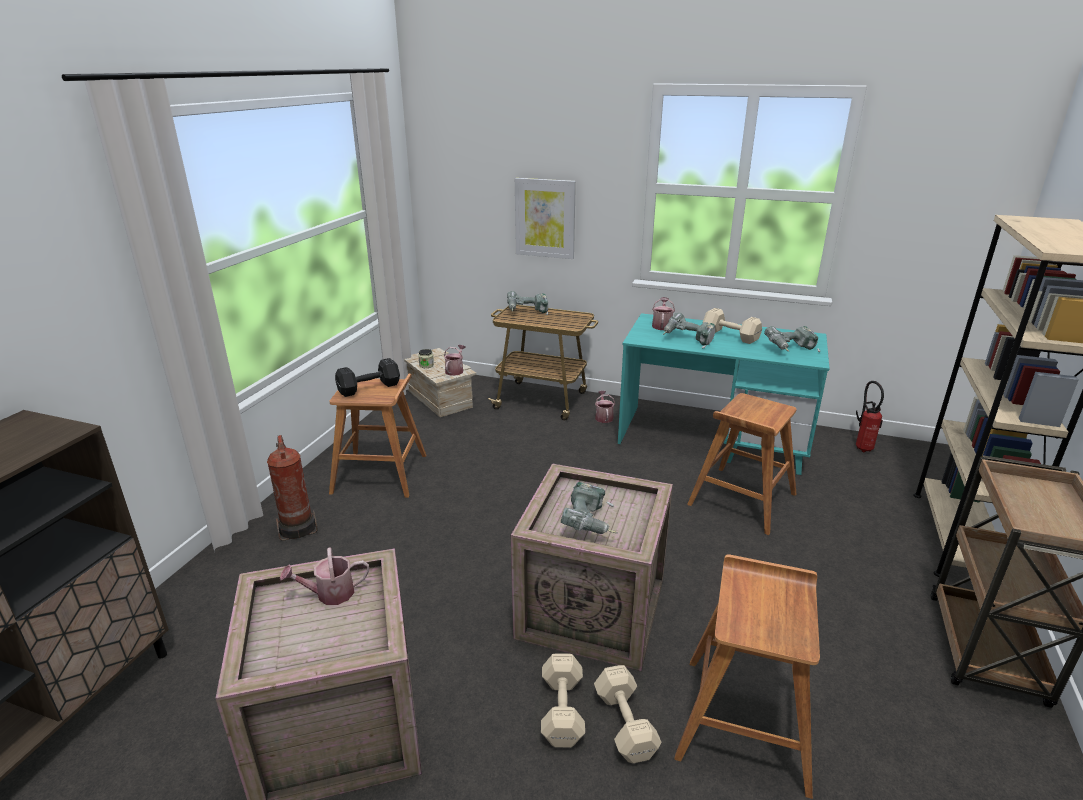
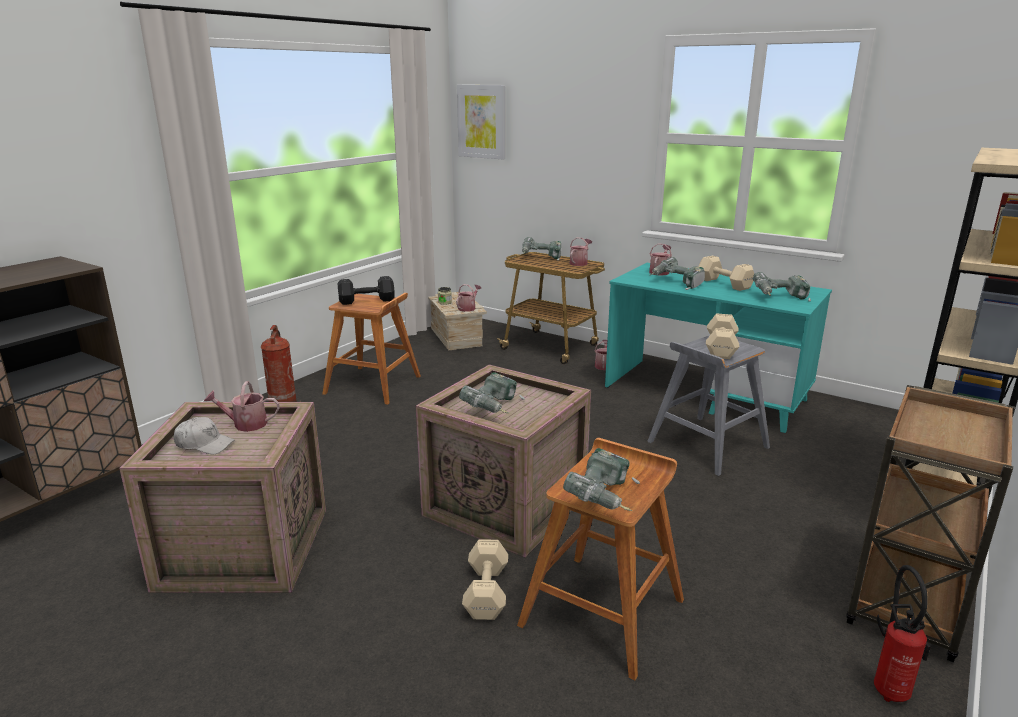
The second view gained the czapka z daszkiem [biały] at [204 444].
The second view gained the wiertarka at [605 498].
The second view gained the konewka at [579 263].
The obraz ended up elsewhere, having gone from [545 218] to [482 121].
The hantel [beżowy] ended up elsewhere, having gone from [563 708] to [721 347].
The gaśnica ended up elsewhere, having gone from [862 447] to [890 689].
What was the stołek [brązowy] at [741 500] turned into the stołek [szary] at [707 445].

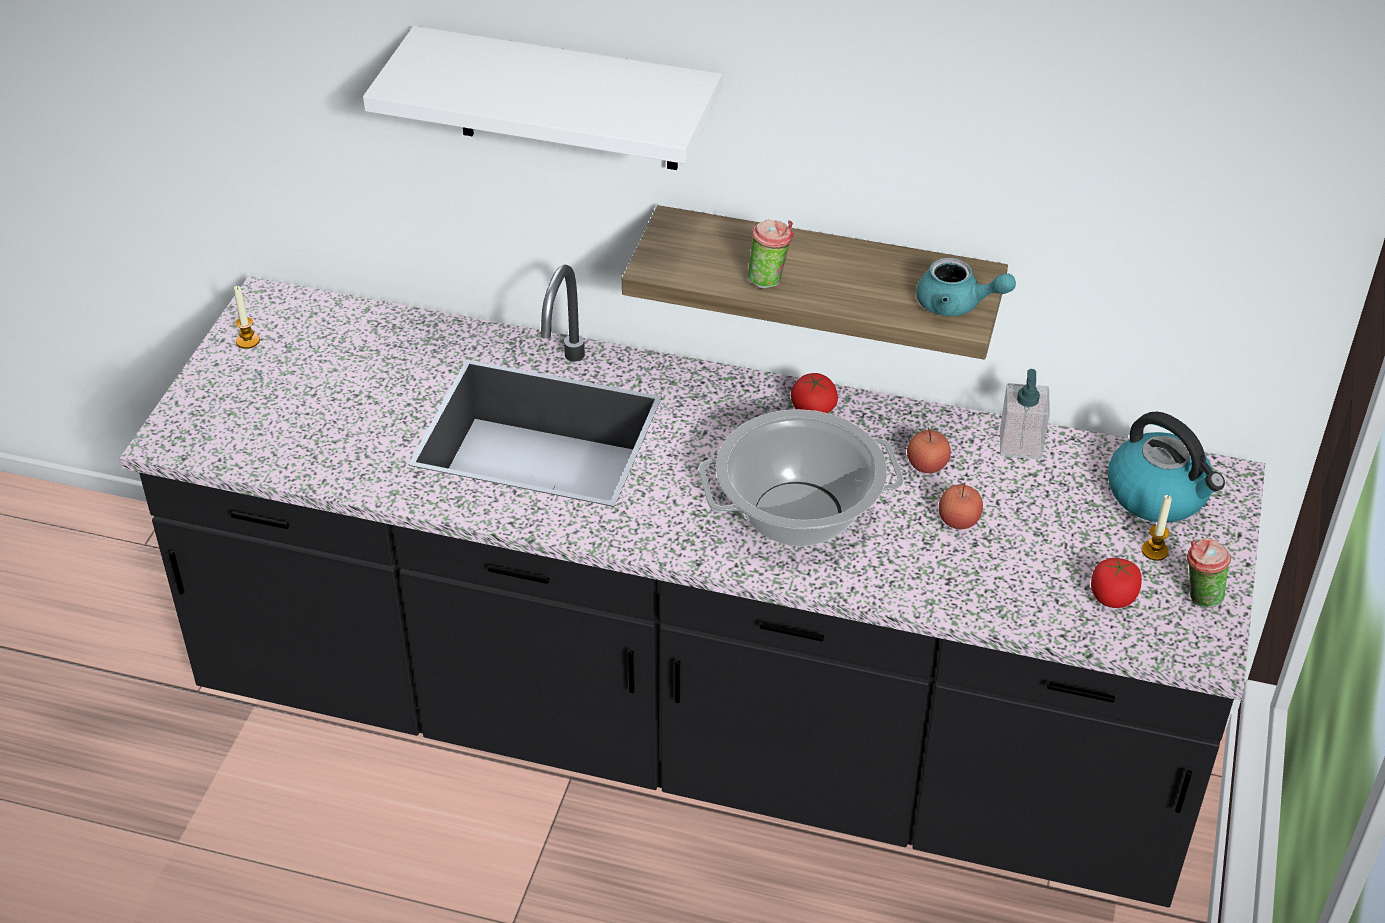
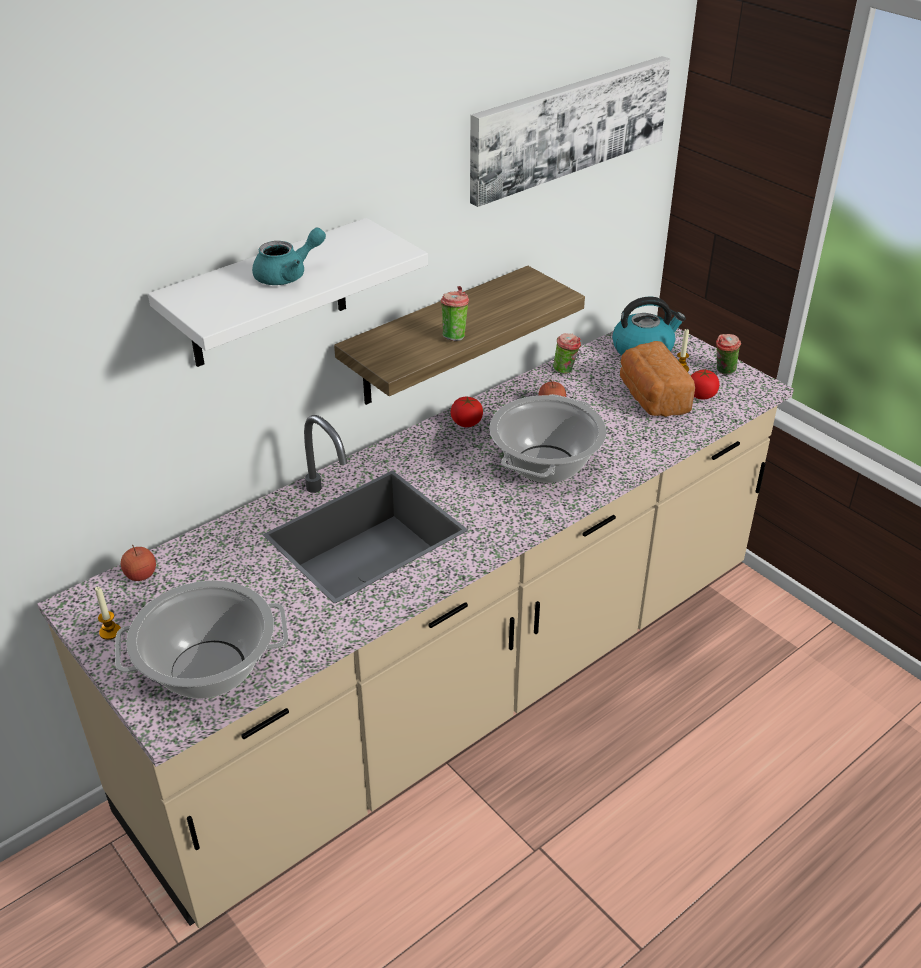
The second view gained the garnek at [209 669].
The second view gained the obraz at [568 126].
The second view gained the chleb at [651 398].
The imbryk [turkusowy] ended up elsewhere, having gone from [957 305] to [288 275].
The jabłko ended up elsewhere, having gone from [958 521] to [141 575].
Where the dozownik mydła stood at [1020 444], the filiżanka came to stand at [566 371].
What was the zabudowa kuchenna [czarny] at [691 729] turned into the zabudowa kuchenna [beżowy] at [460 687].

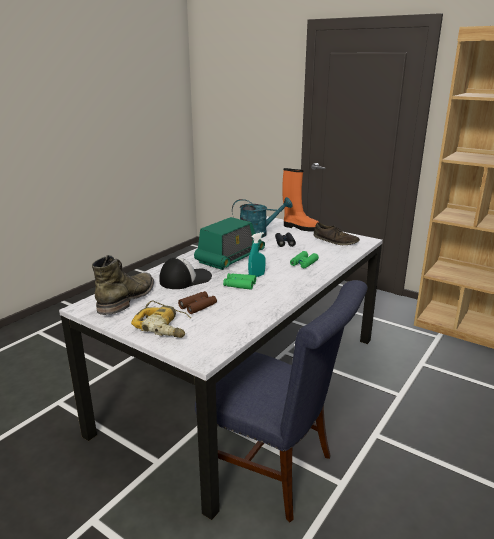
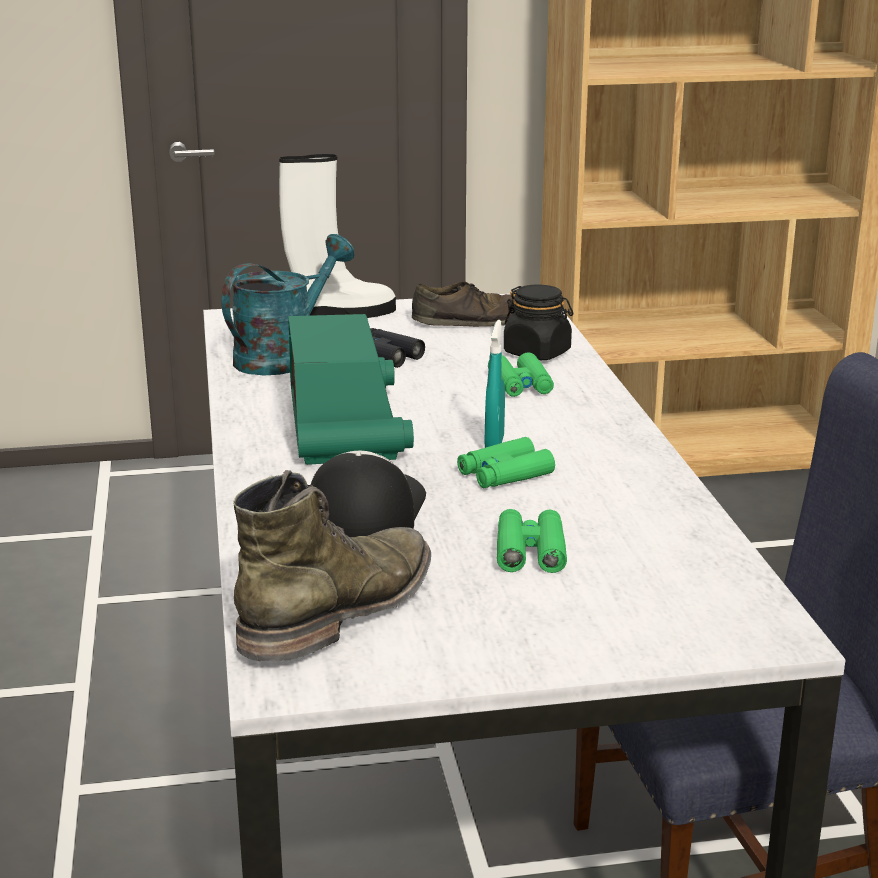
The second view lost the wiertarka at [164 326].
The second view gained the słoik [czarny] at [537 353].
What was the lornetka [brązowy] at [198 306] turned into the lornetka [zielony] at [530 551].
What was the but z cholewką [pomarańczowy] at [300 227] turned into the but z cholewką [biały] at [340 314].
The but z cholewką [zielony] at [128 298] ended up facing another way, 60 degrees clockwise from before.

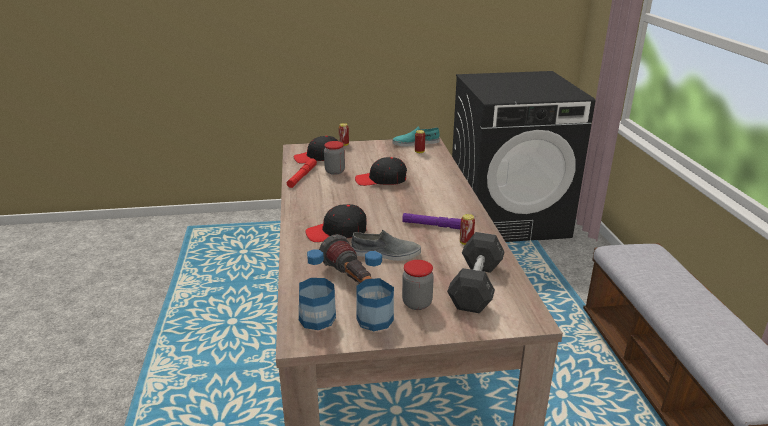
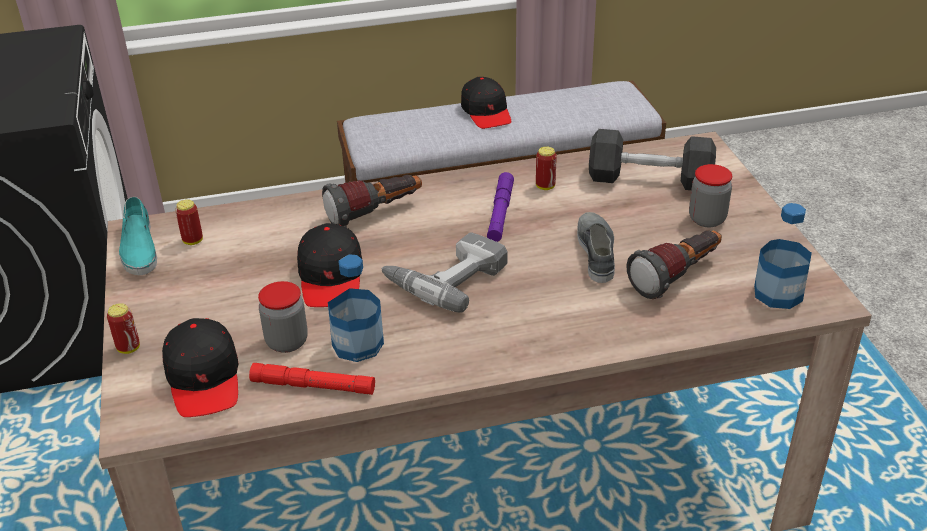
The second view gained the latarka at [375 214].
The second view gained the wiertarka at [445 277].
The czapka z daszkiem [czarny] ended up elsewhere, having gone from [337 232] to [486 112].
The butelka ended up elsewhere, having gone from [375 319] to [357 344].

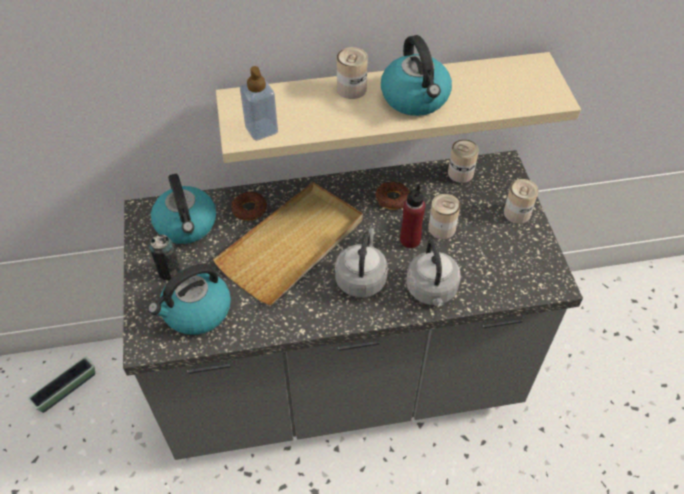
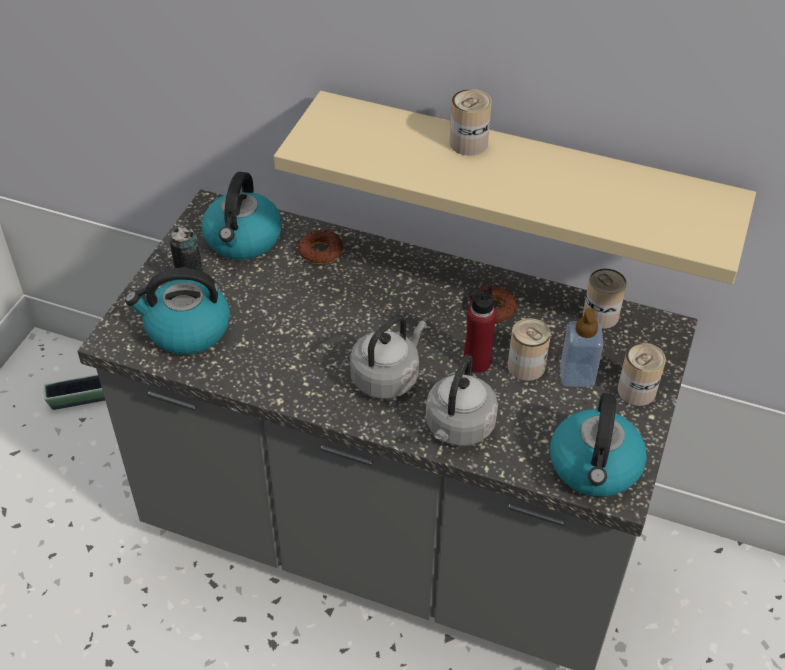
The second view lost the taca [beżowy] at [293 245].
The dozownik mydła ended up elsewhere, having gone from [261 130] to [577 375].
The czajnik ended up elsewhere, having gone from [415 98] to [595 467].

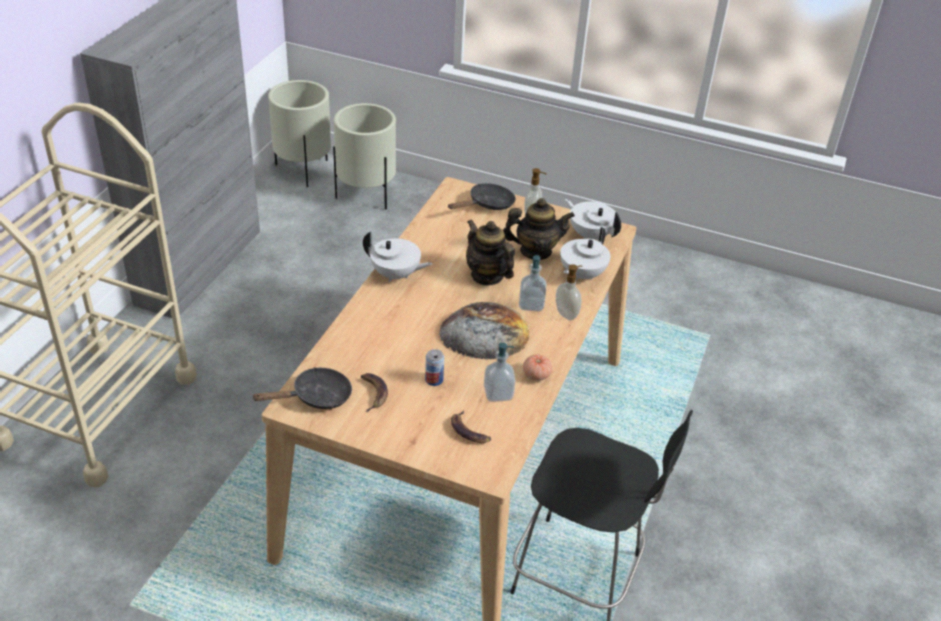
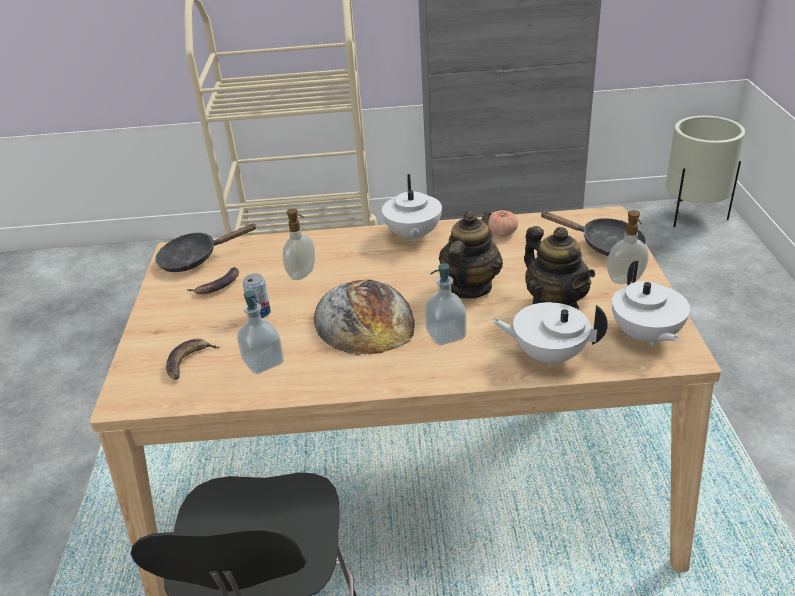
The second view lost the donica [beżowy] at [366 195].
The pomidor ended up elsewhere, having gone from [536 375] to [502 233].
The dozownik mydła ended up elsewhere, having gone from [567 314] to [303 274].
The patelnia [czarny] at [316 397] ended up facing another way, 120 degrees clockwise from before.
The imbryk [biały] at [590 234] ended up facing another way, 150 degrees clockwise from before.

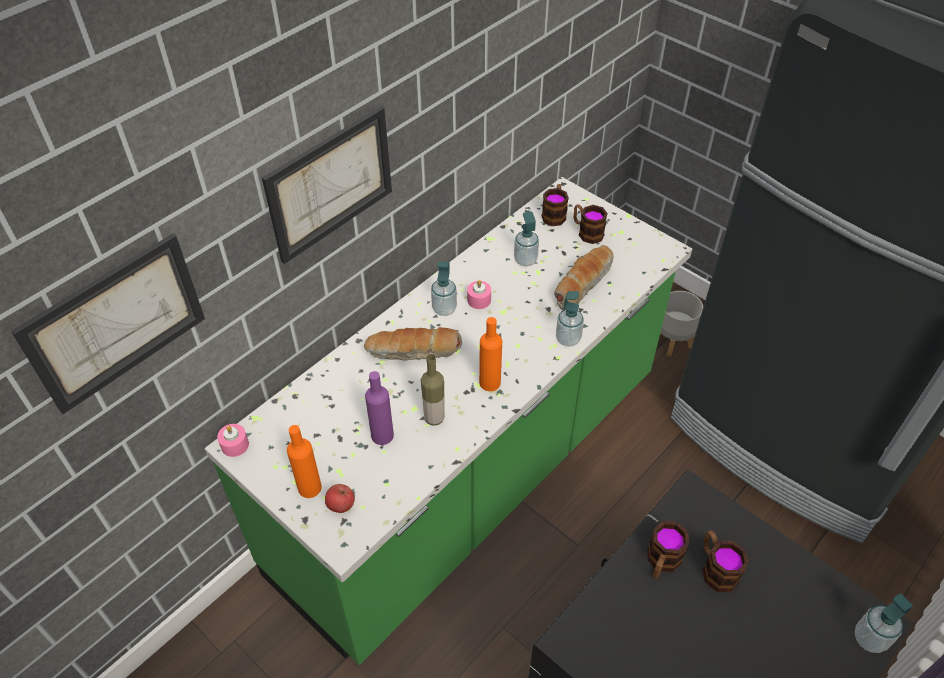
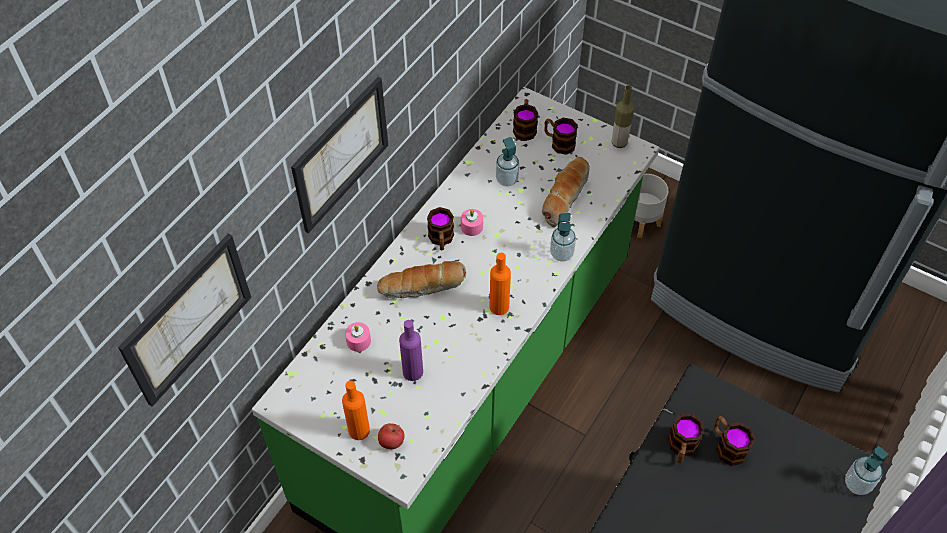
The świeca [różowy] ended up elsewhere, having gone from [235 445] to [358 341].
The butelka ended up elsewhere, having gone from [434 418] to [619 143].
Where the dozownik mydła stood at [444 309], the kubek came to stand at [441 240].

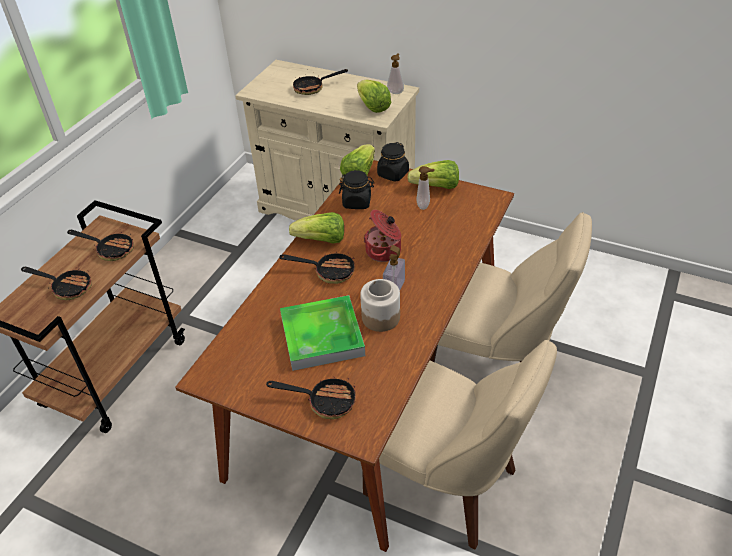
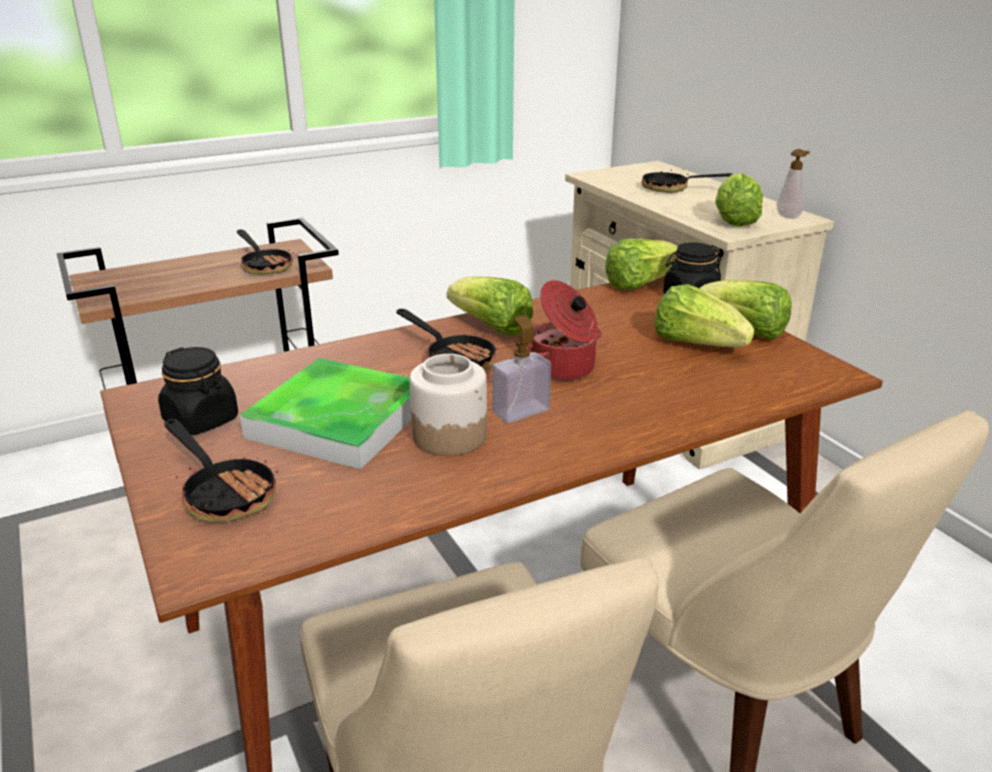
The second view lost the patelnia at [67 287].
The słoik [czarny] ended up elsewhere, having gone from [357 202] to [202 420].
Where the dozownik mydła stood at [424 206], the sałata came to stand at [696 344].

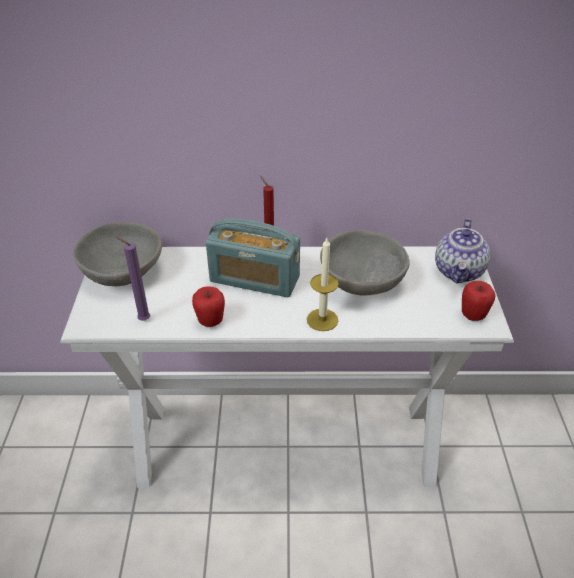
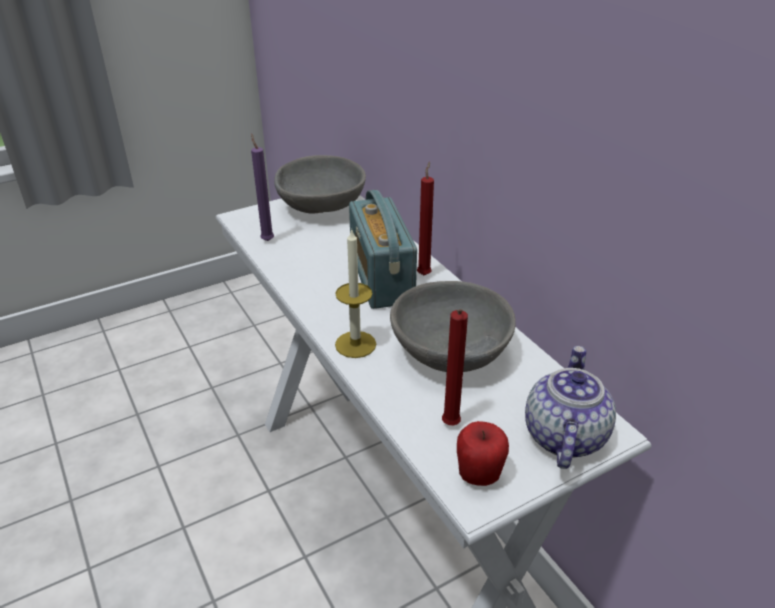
The second view lost the jabłko at [210 321].
The second view gained the świeca [czerwony] at [449 426].
The imbryk at [459 272] ended up facing another way, 120 degrees clockwise from before.

